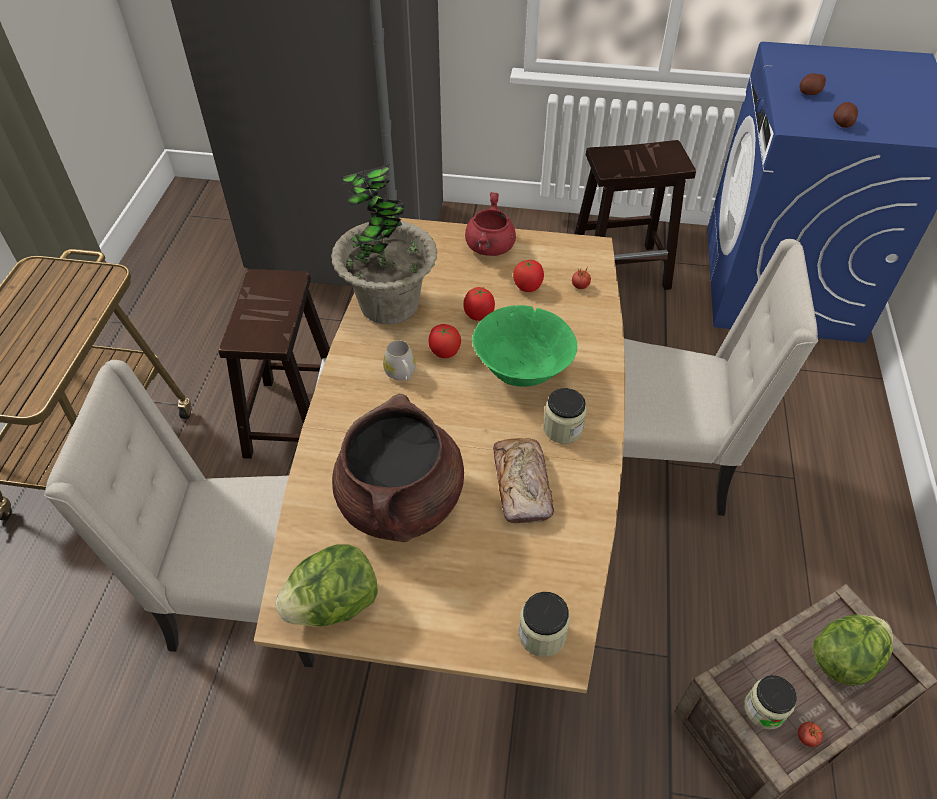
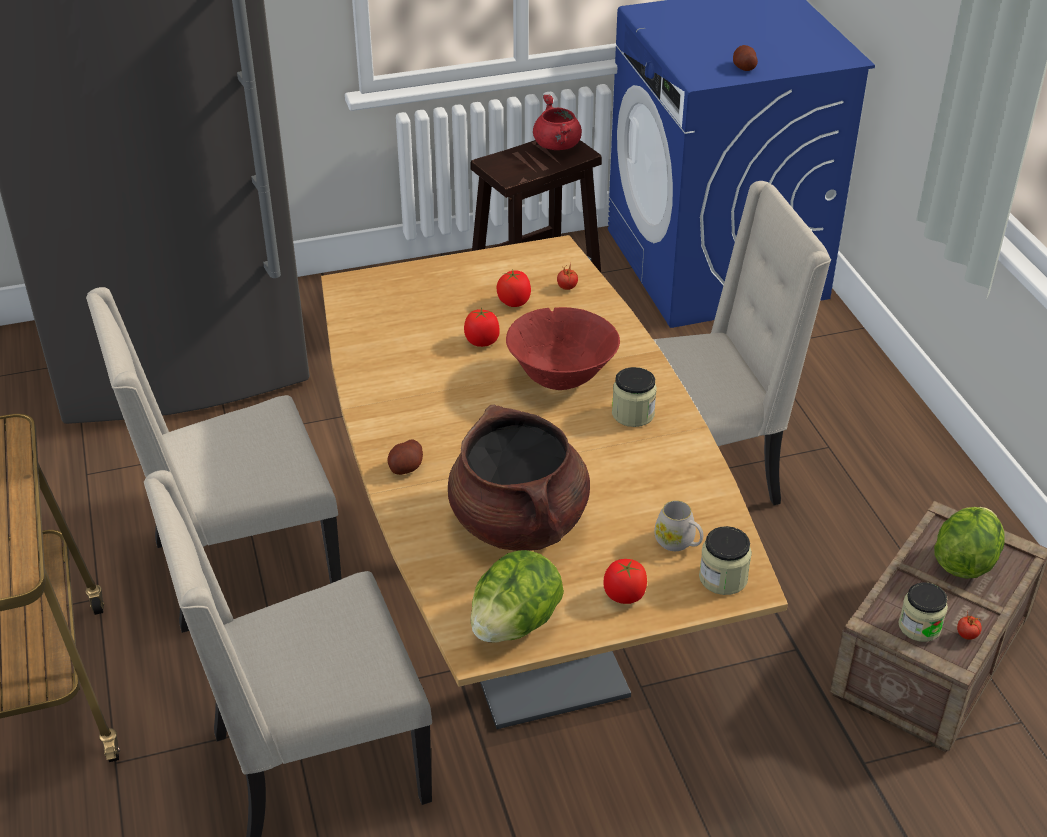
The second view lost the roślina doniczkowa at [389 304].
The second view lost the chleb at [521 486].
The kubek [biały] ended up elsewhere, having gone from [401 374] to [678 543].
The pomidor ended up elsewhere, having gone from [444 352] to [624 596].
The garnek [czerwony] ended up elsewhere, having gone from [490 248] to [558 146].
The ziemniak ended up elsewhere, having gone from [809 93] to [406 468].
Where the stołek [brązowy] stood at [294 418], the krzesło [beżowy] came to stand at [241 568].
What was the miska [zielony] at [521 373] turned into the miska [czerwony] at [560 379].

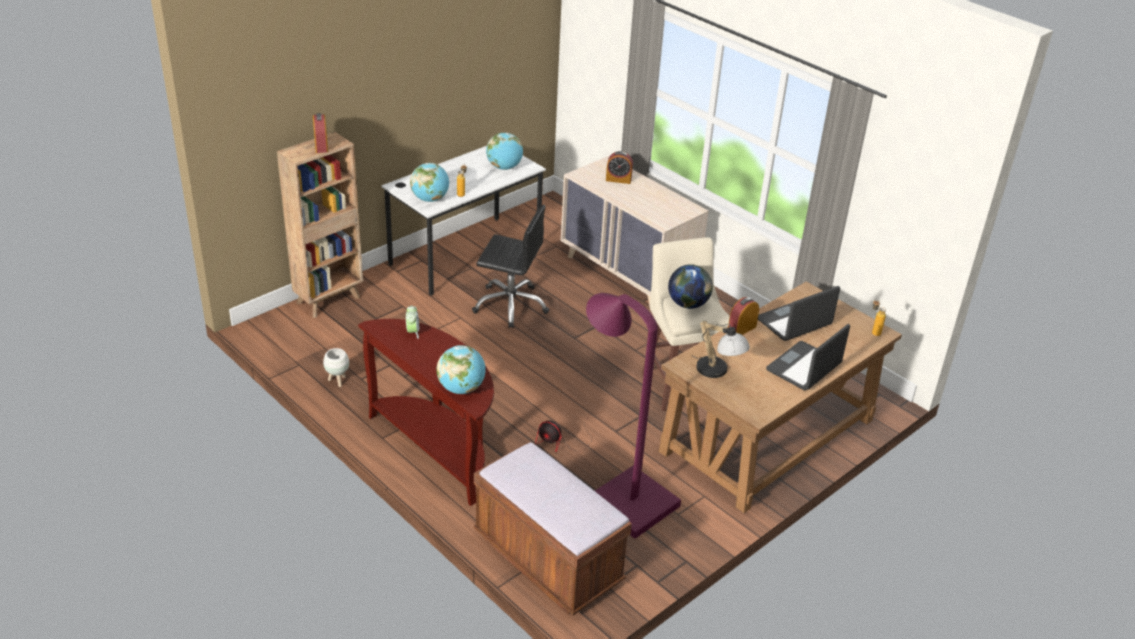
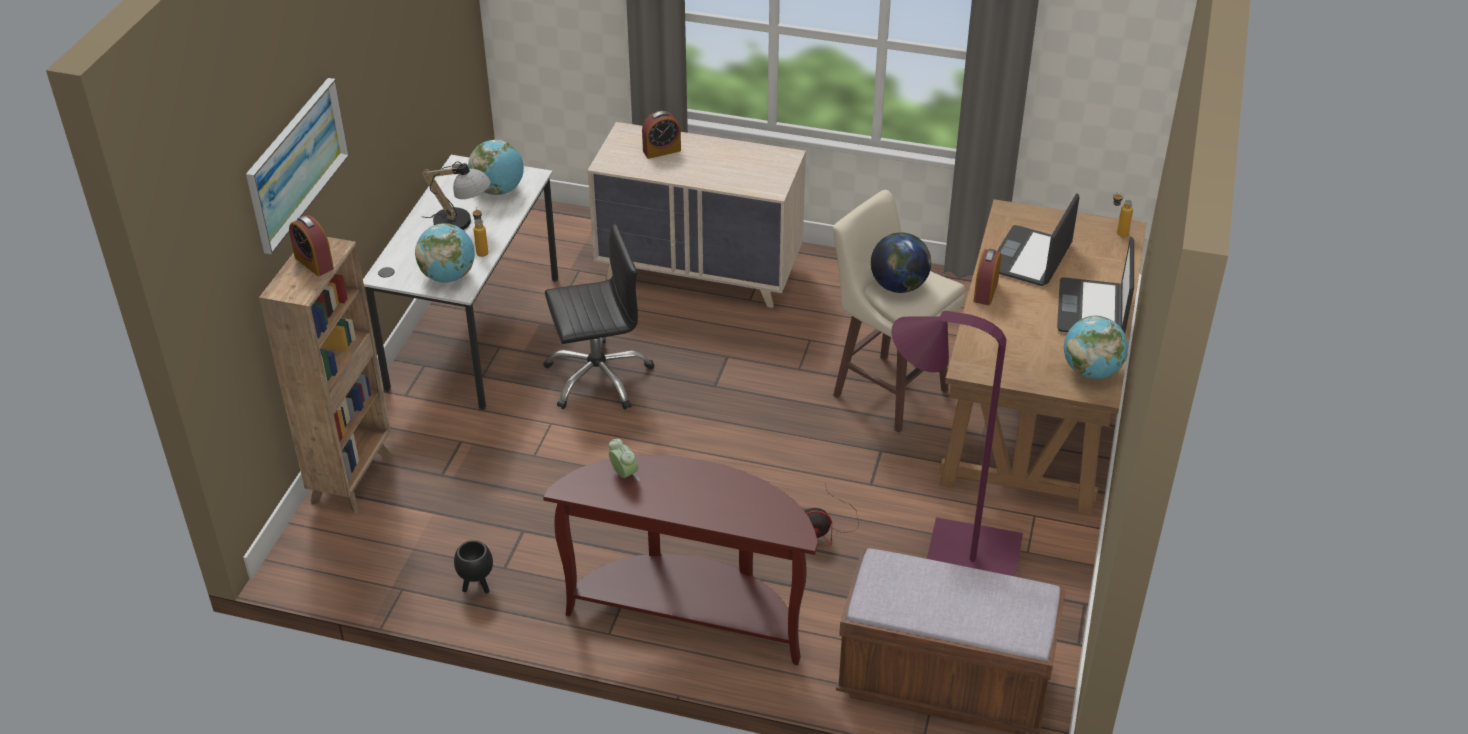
The second view gained the obraz at [296 163].
The globus ended up elsewhere, having gone from [461 388] to [1091 371].
The lampa stołowa ended up elsewhere, having gone from [718 372] to [462 223].
What was the donica [biały] at [337 381] turned into the donica [czarny] at [476 586].

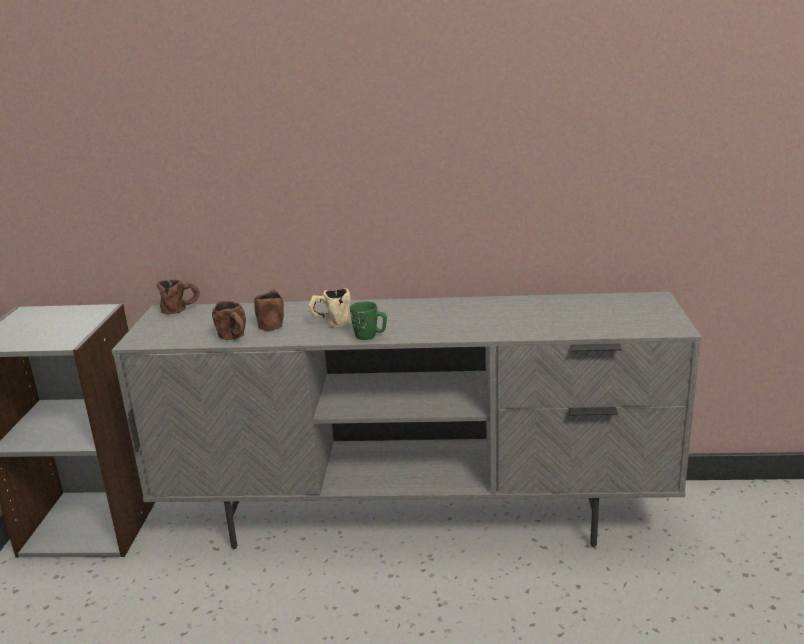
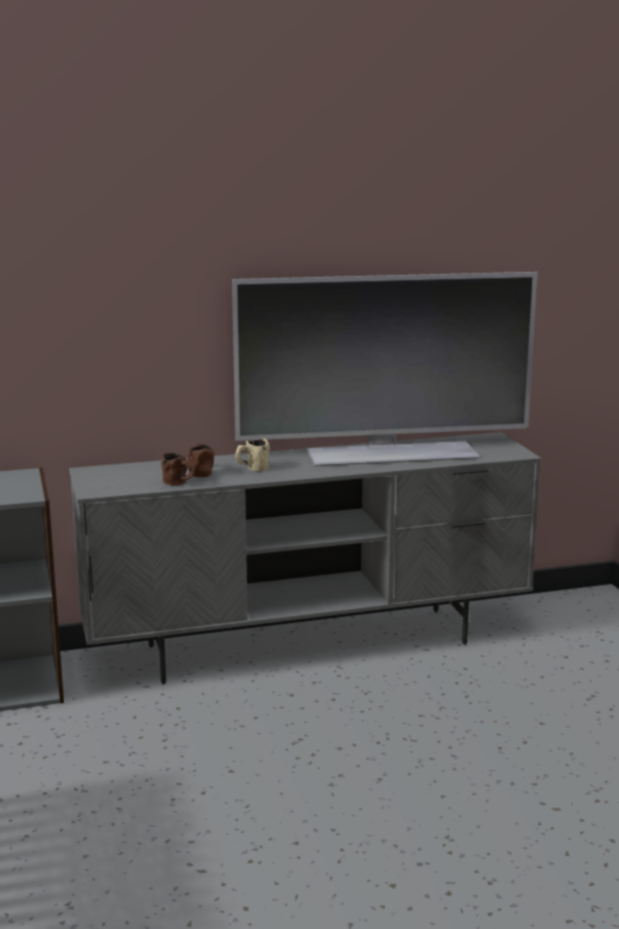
The second view lost the kubek [brązowy] at [182 309].
The second view lost the kubek [zielony] at [370 336].
The second view gained the telewizor at [391 453].

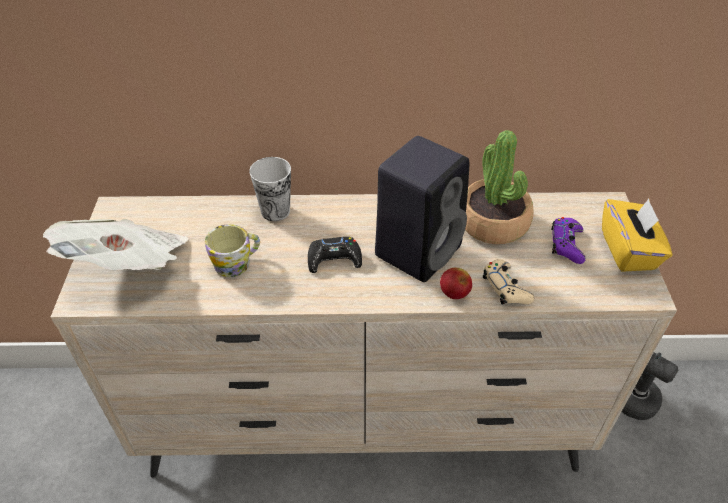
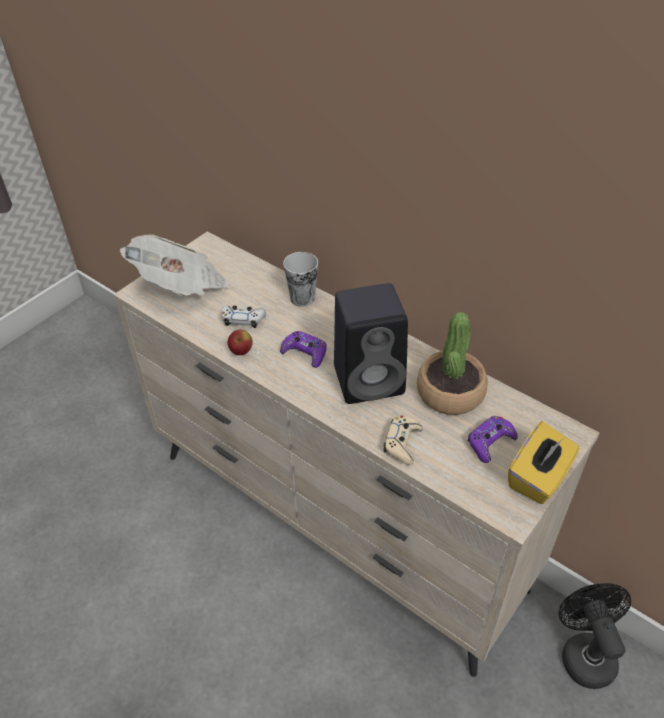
The jabłko ended up elsewhere, having gone from [454 293] to [241 351].
Where the kubek stood at [237 262], the pad do gier [biały] came to stand at [243 319].
What was the pad do gier [czarny] at [334 260] turned into the pad do gier [fioletowy] at [305 353].

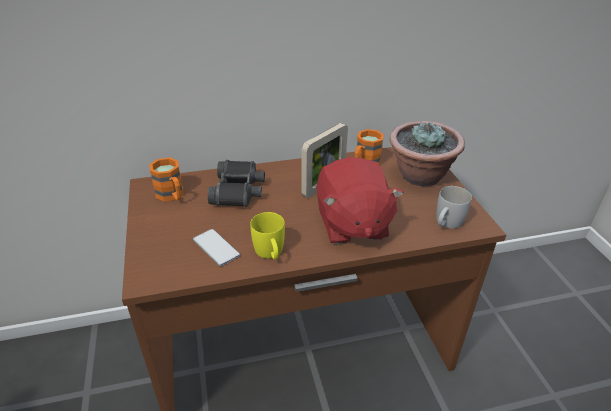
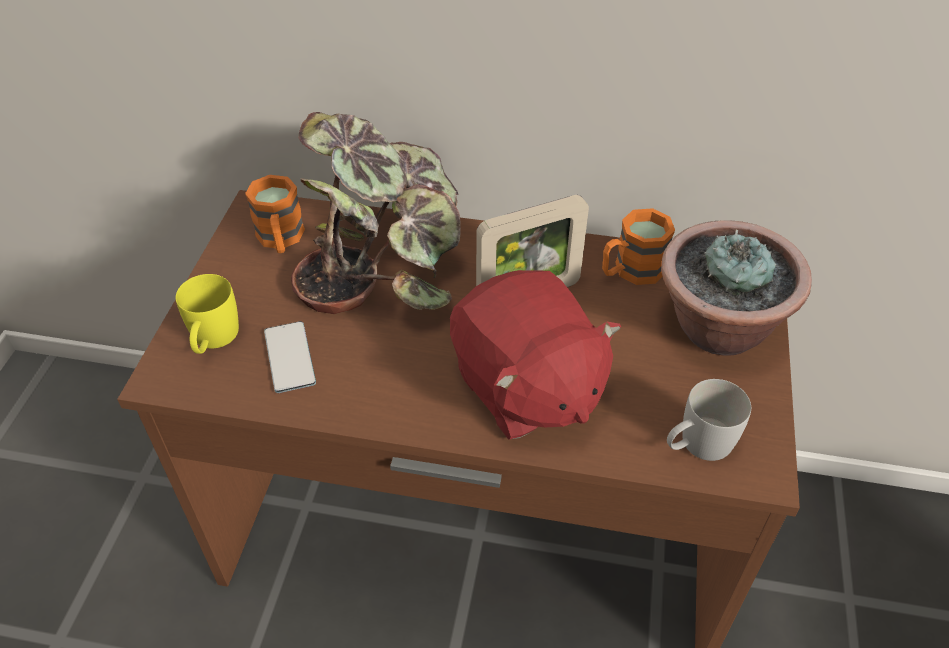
The kubek [żółty] ended up elsewhere, having gone from [270 253] to [213 340].
Where the lornetka [czarny] stood at [238 190], the roślina doniczkowa came to stand at [384 261].
The pluszak [czerwony] at [351 224] ended up facing another way, 45 degrees counterclockwise from before.

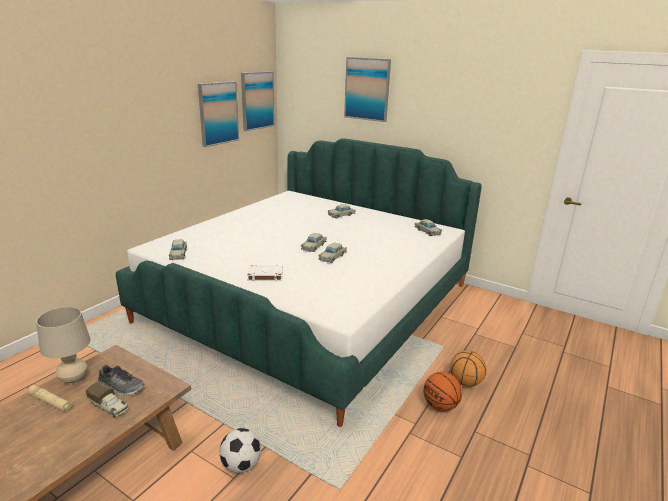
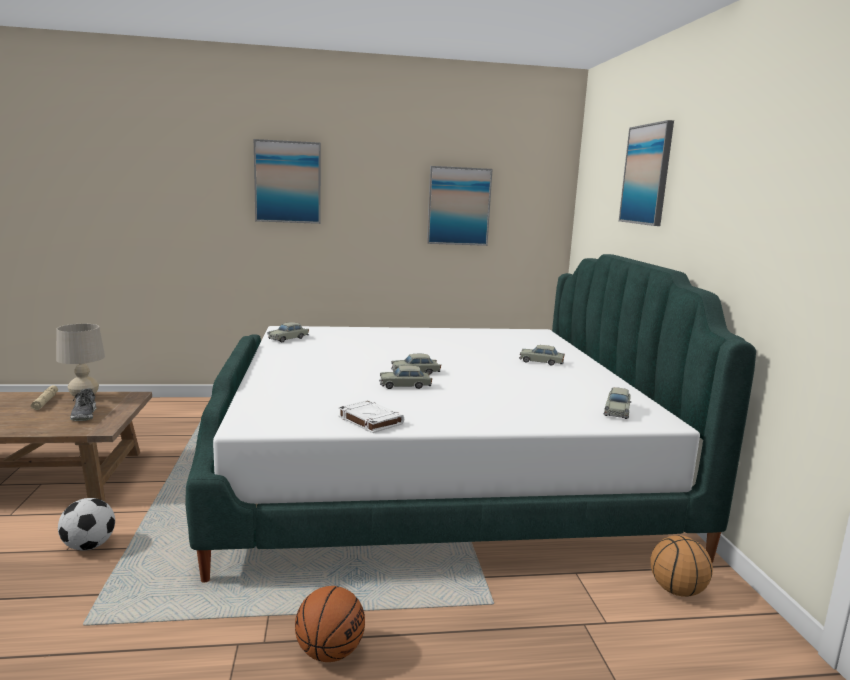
The second view lost the ciężarówka zabawkowa at [109 407].
The obraz ended up elsewhere, having gone from [257 100] to [288 182].
The książka [biały] ended up elsewhere, having gone from [265 275] to [369 420].
The piłka do koszykówki ended up elsewhere, having gone from [466 382] to [677 591].

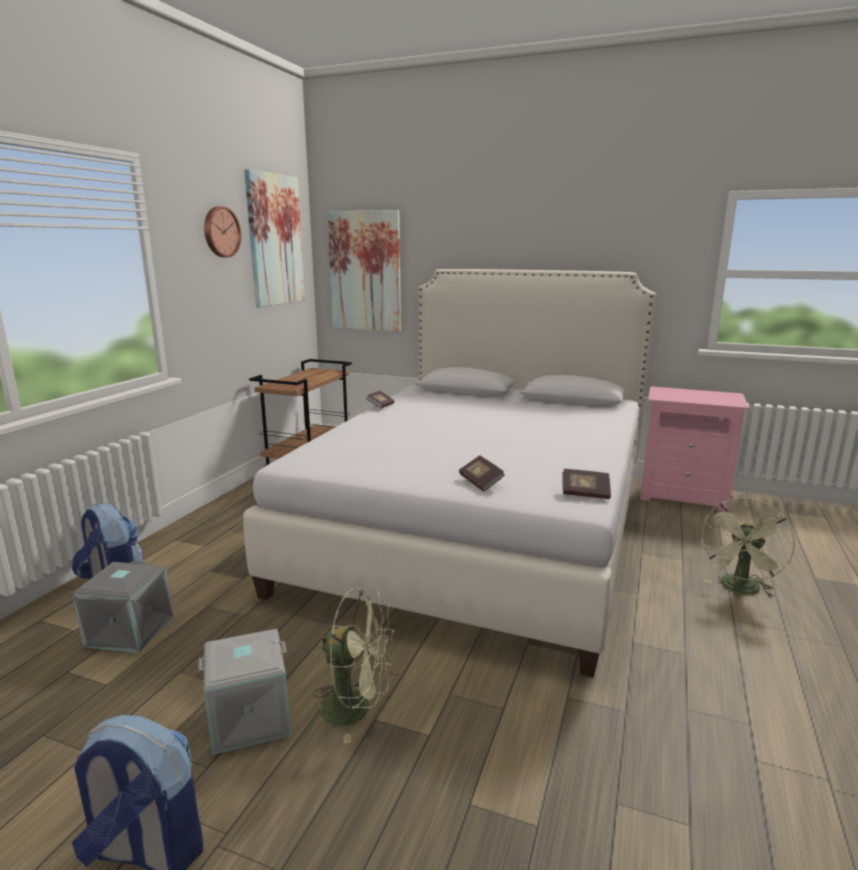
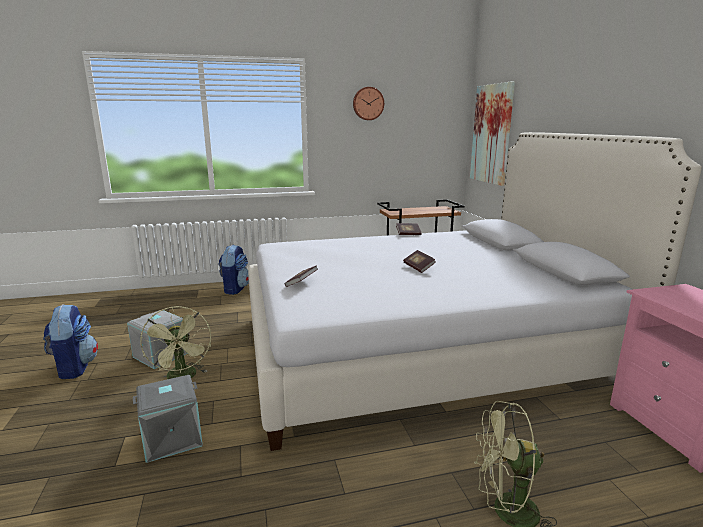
The second view lost the obraz at [275 240].
The pojemnik do przechowywania [szary] ended up elsewhere, having gone from [131 631] to [172 439].
The książka ended up elsewhere, having gone from [585 493] to [418 267].

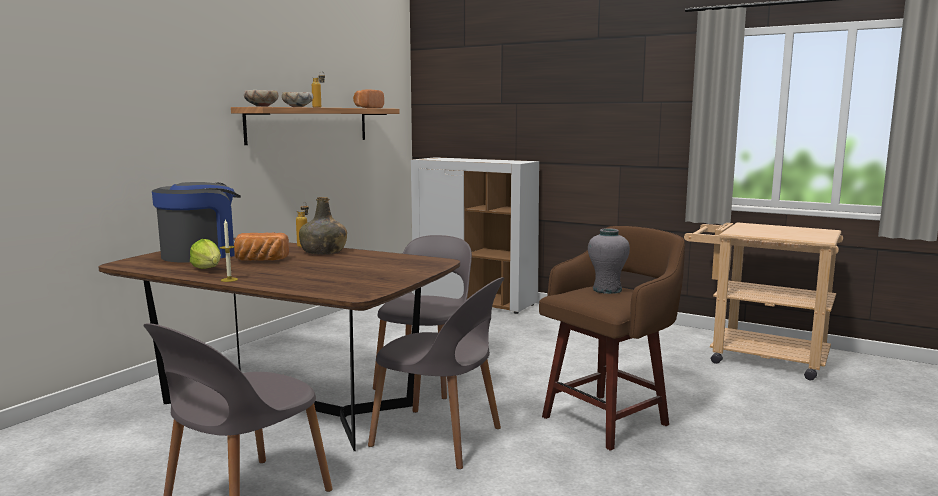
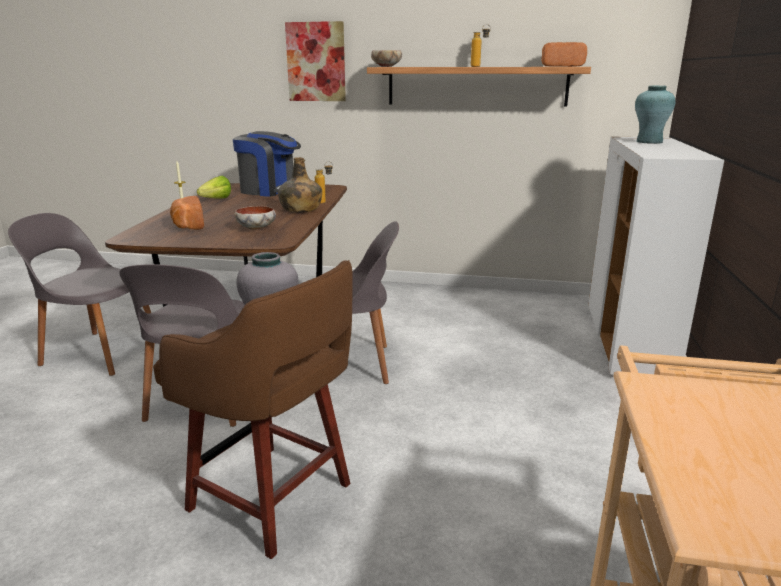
The second view gained the obraz at [316 62].
The second view gained the wazon [turkusowy] at [649 142].
The chleb ended up elsewhere, having gone from [260 261] to [187 226].
The miska ended up elsewhere, having gone from [298 107] to [257 228].

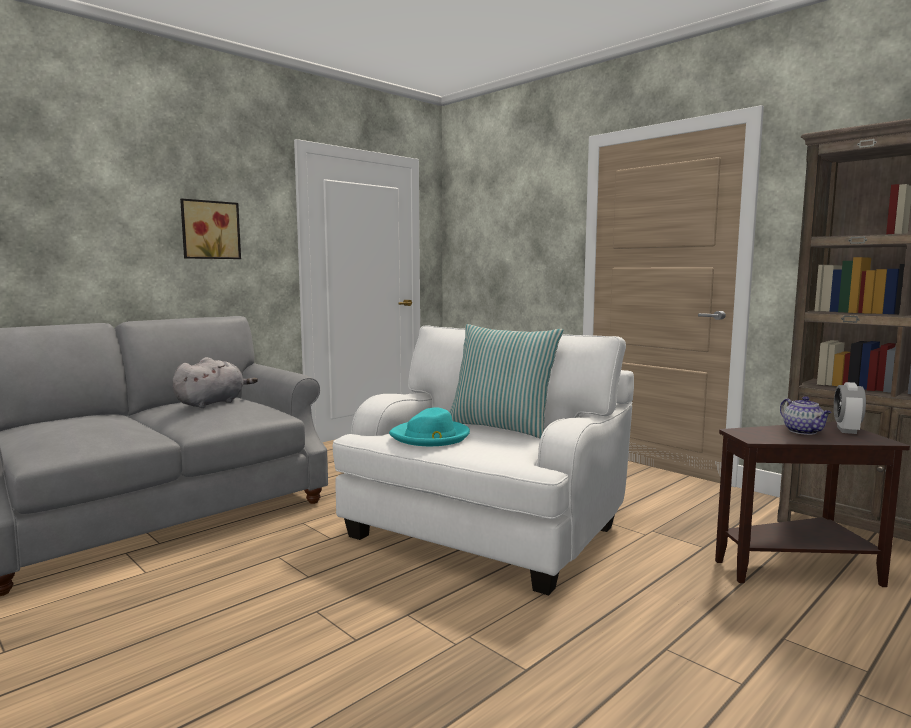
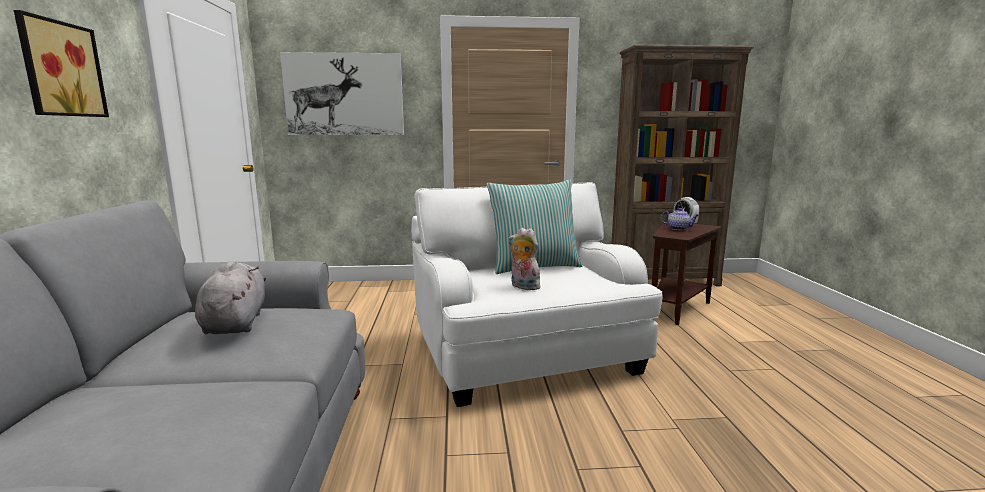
The second view gained the obraz at [344 94].
Where the kapelusz [turkusowy] stood at [431 437], the pluszak came to stand at [523 287].

